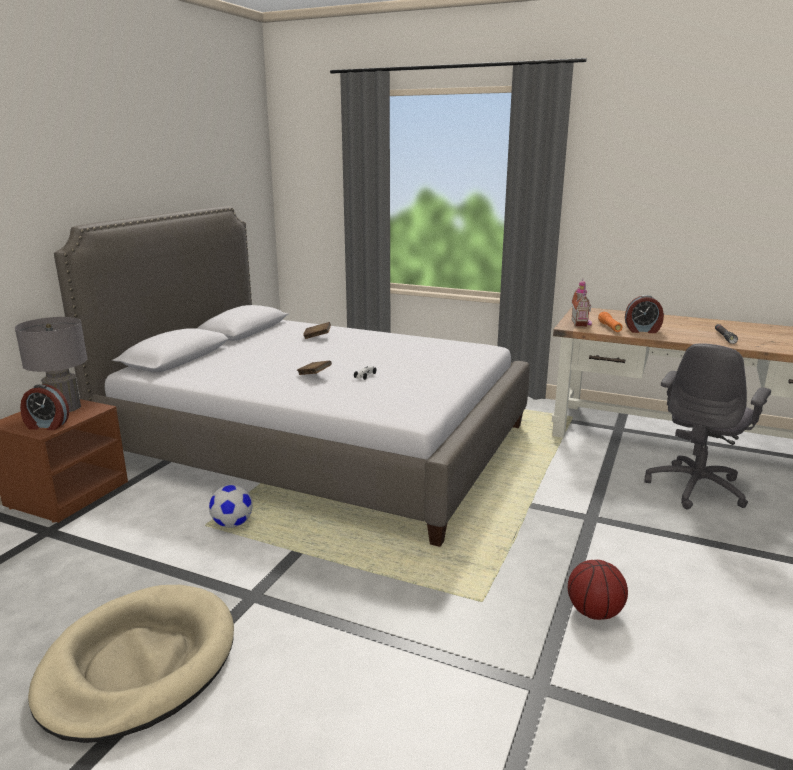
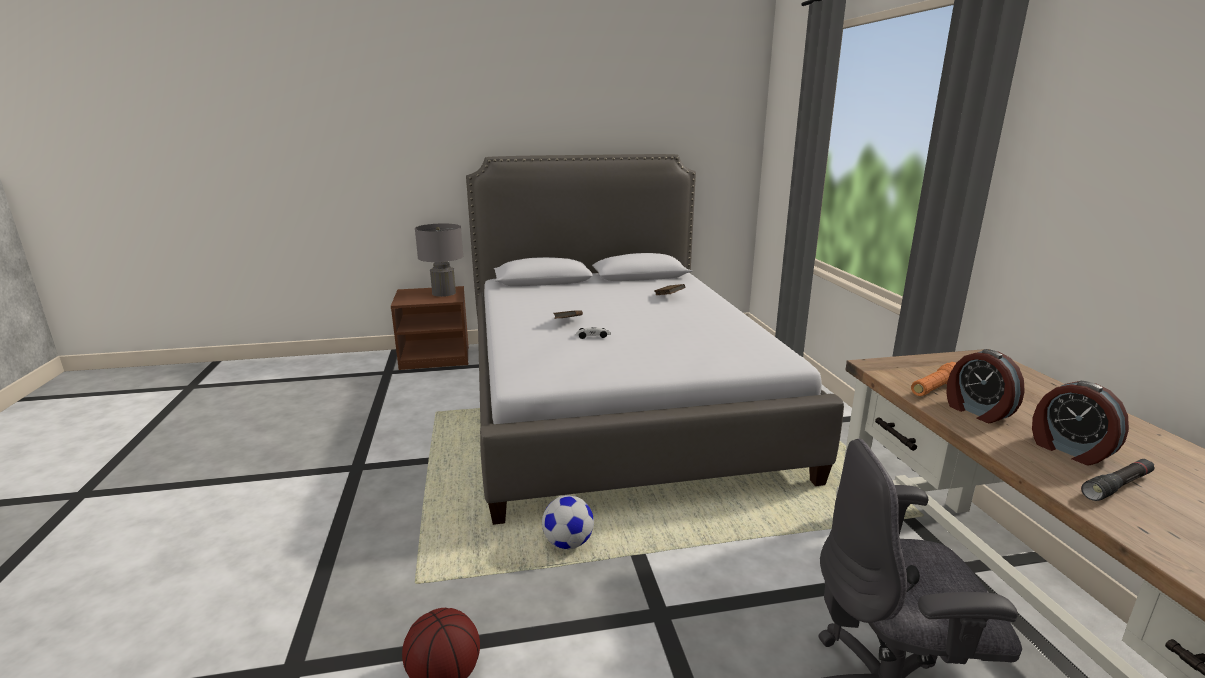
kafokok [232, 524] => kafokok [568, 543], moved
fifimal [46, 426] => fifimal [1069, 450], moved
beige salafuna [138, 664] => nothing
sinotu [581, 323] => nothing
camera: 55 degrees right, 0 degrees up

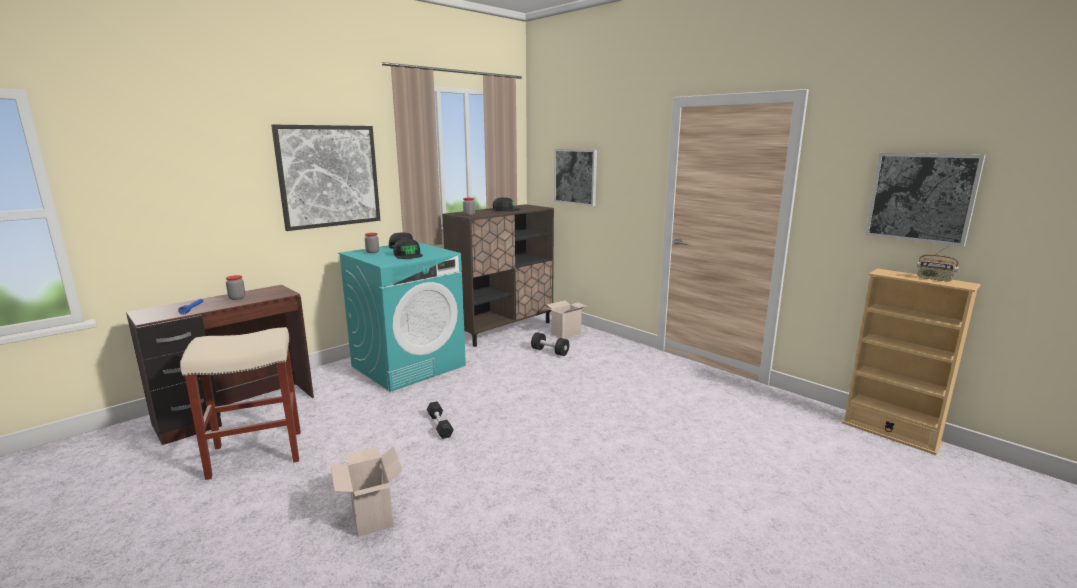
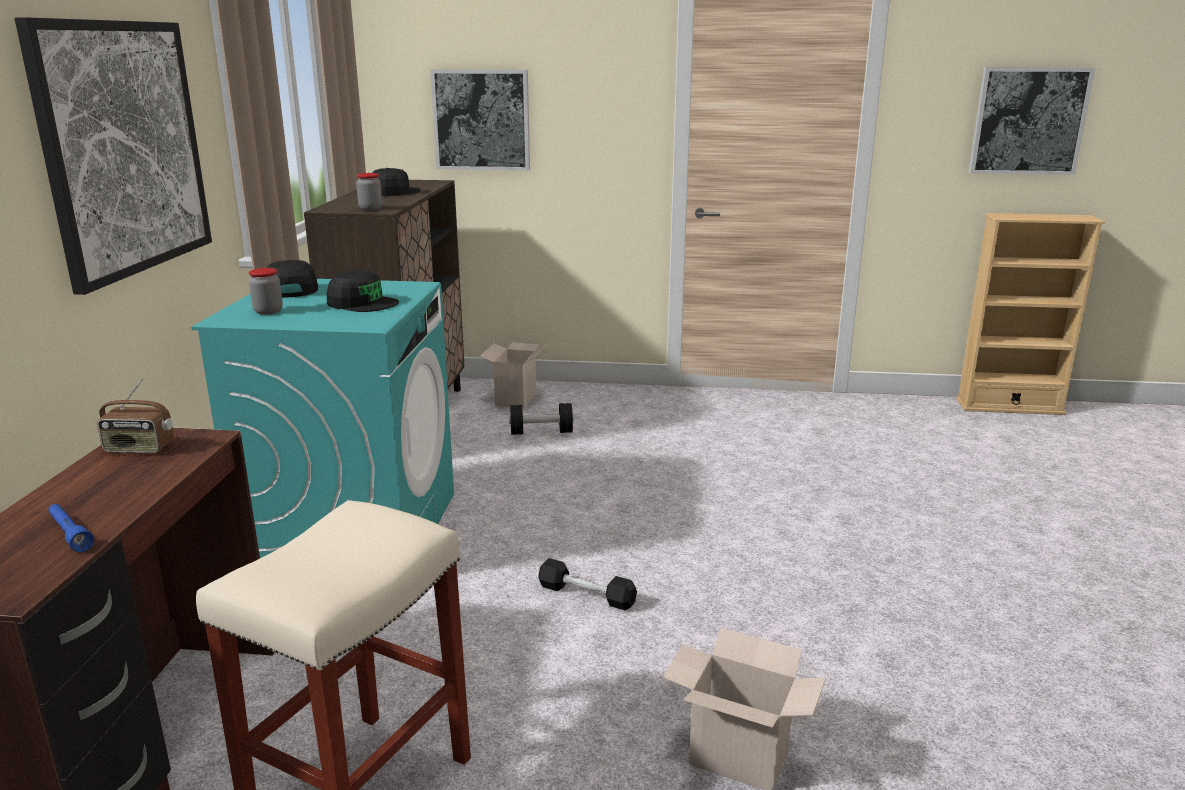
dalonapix [934, 279] => dalonapix [139, 449], moved
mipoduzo [237, 298] => nothing
camera: 40 degrees left, 5 degrees up

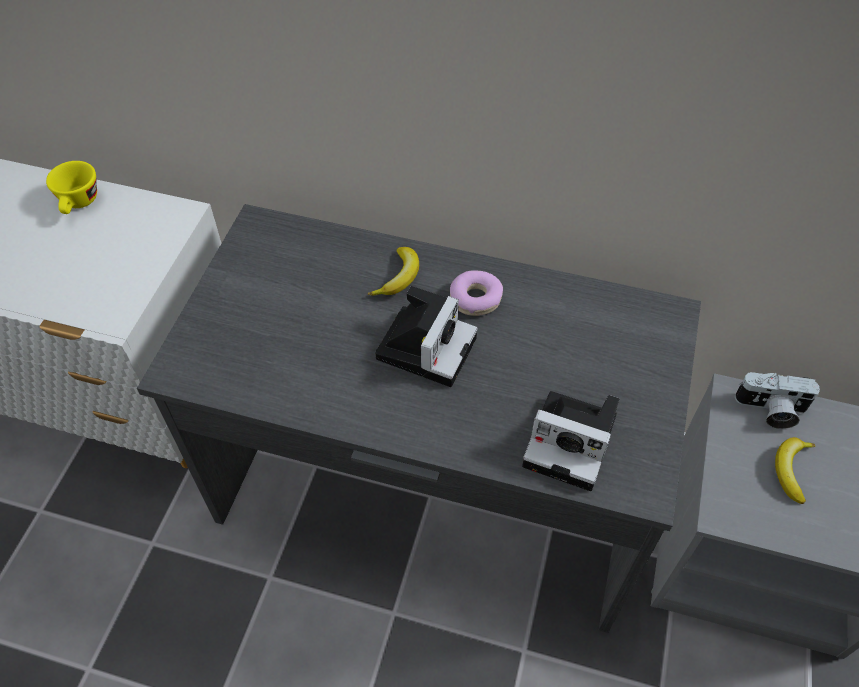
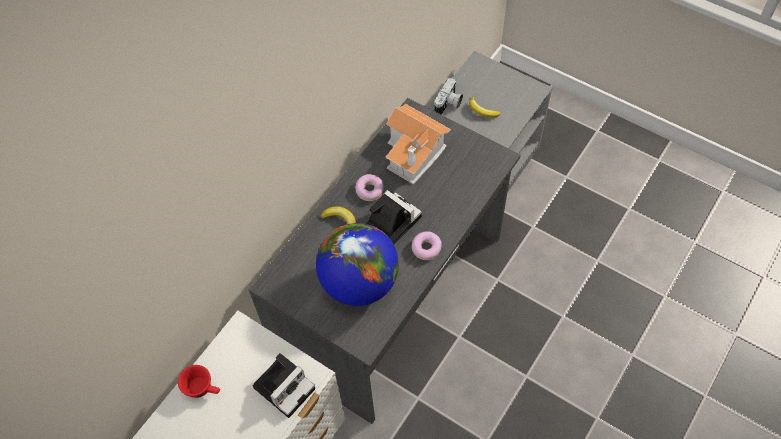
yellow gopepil [79, 203] => red gopepil [203, 388]
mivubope [573, 442] => mivubope [285, 386], moved
nothing => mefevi [359, 283]
nothing => sinotu [415, 154]
nothing => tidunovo [426, 248]
camera: 70 degrees left, 5 degrees up

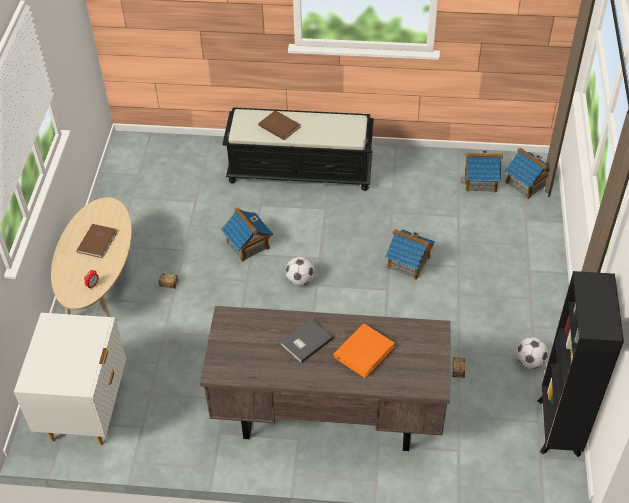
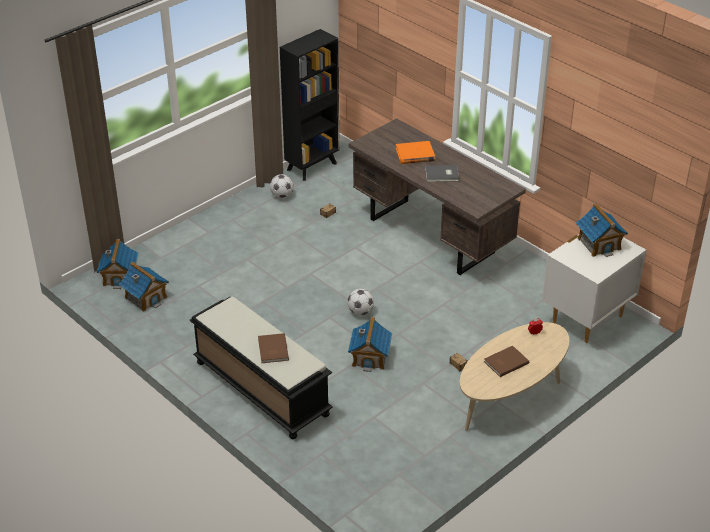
sinotu [408, 262] => sinotu [599, 244], moved
camera: 140 degrees left, 10 degrees down

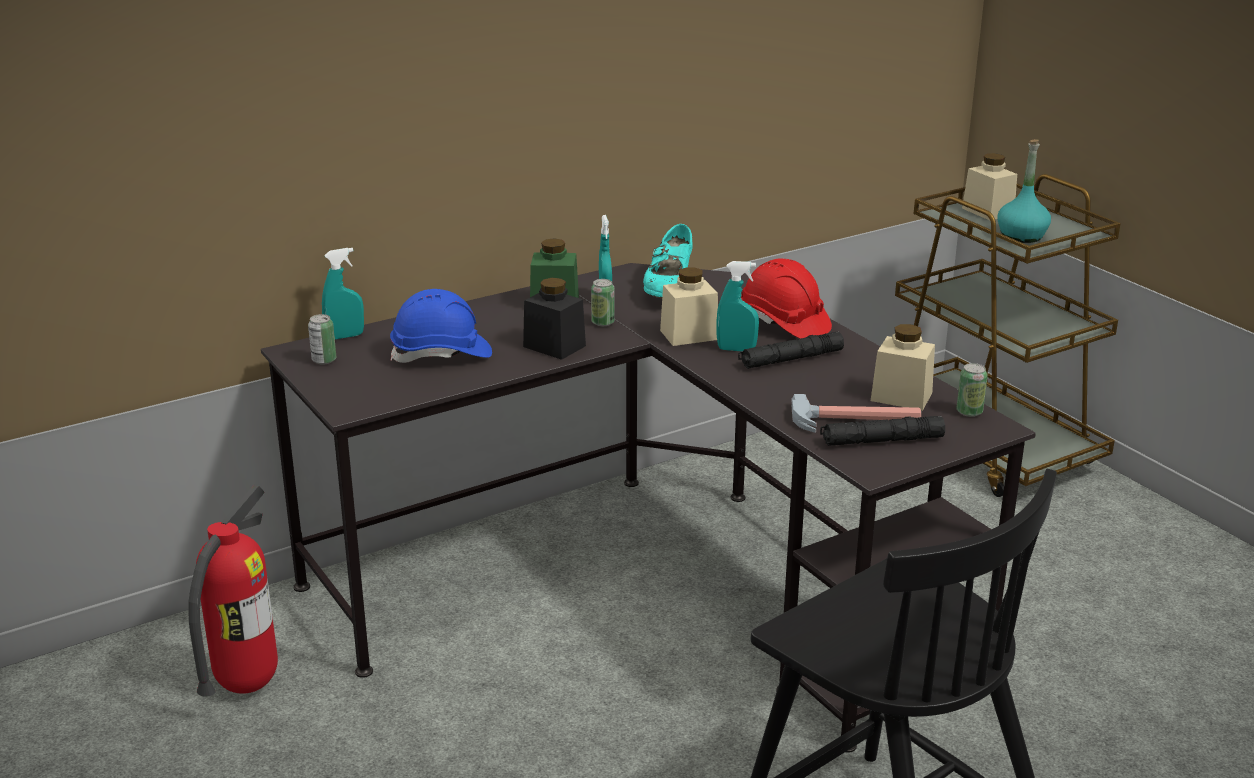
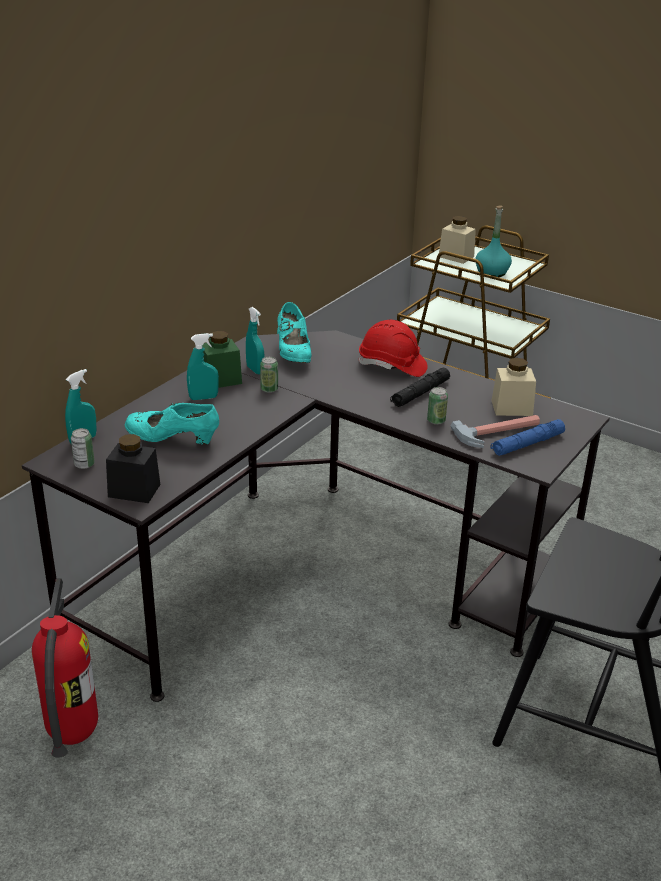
black mipoduzo [554, 346] => black mipoduzo [134, 490], moved
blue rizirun [442, 354] => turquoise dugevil [173, 440]
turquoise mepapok [736, 349] => turquoise mepapok [203, 398], moved
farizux [969, 412] => farizux [436, 421], moved
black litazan [881, 441] => blue litazan [527, 444]
beige mipoduzo [689, 335] => nothing
camera: 25 degrees left, 5 degrees up

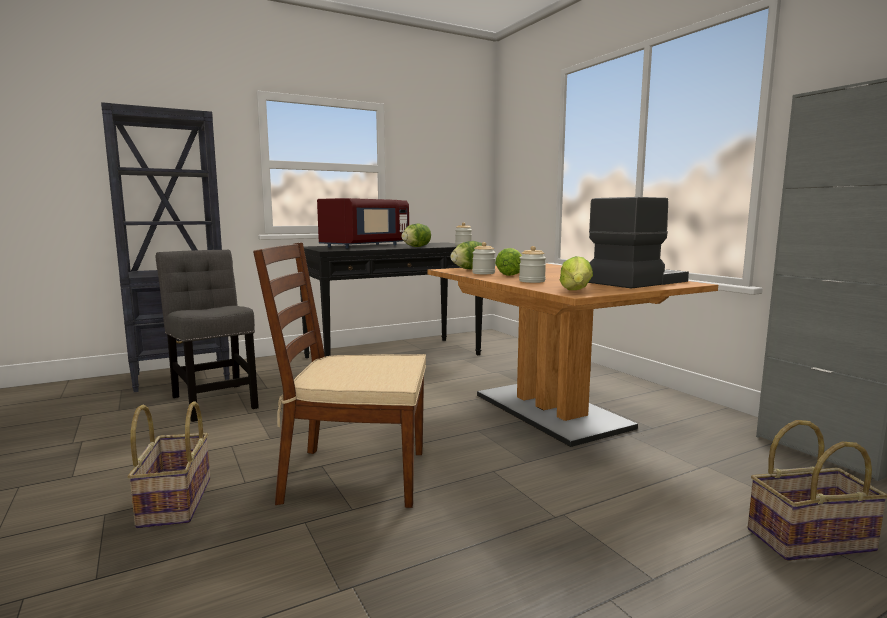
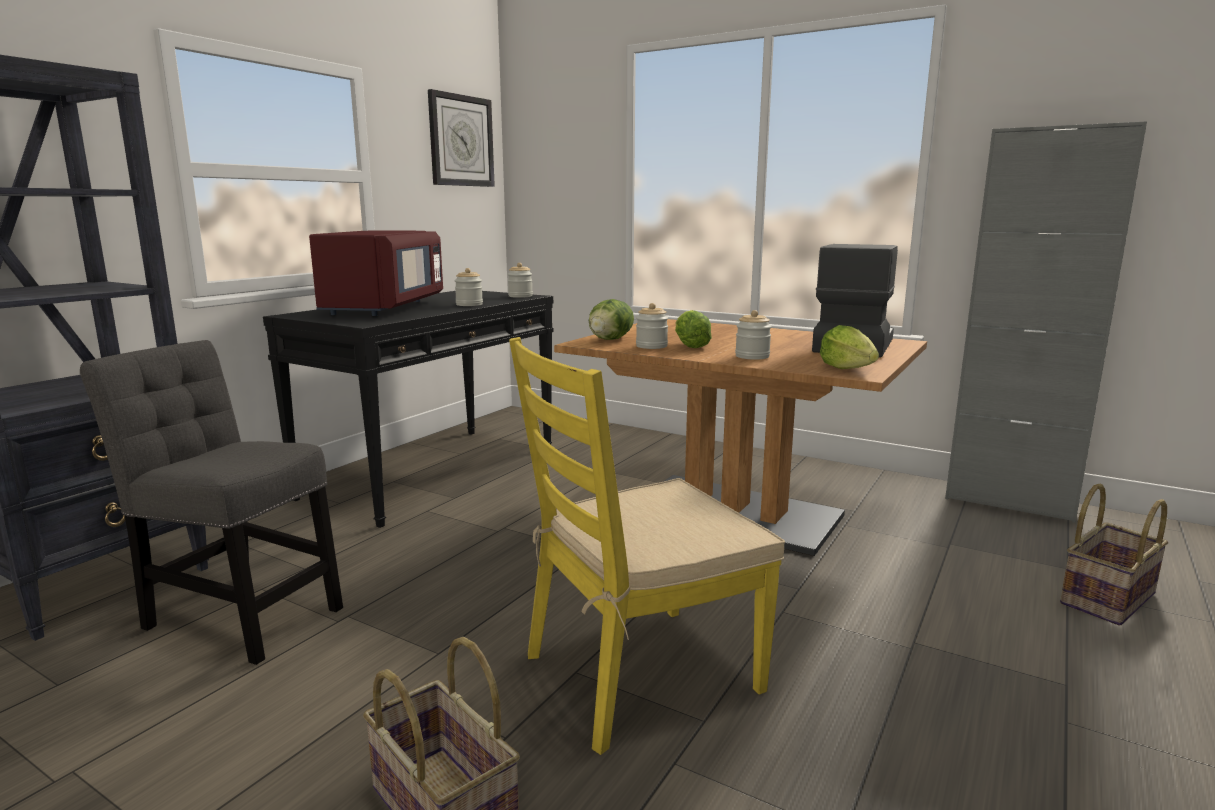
nothing => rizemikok [461, 141]
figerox [416, 247] => mipoduzo [469, 304]
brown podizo [353, 476] => yellow podizo [639, 673]
camera: 30 degrees left, 5 degrees up

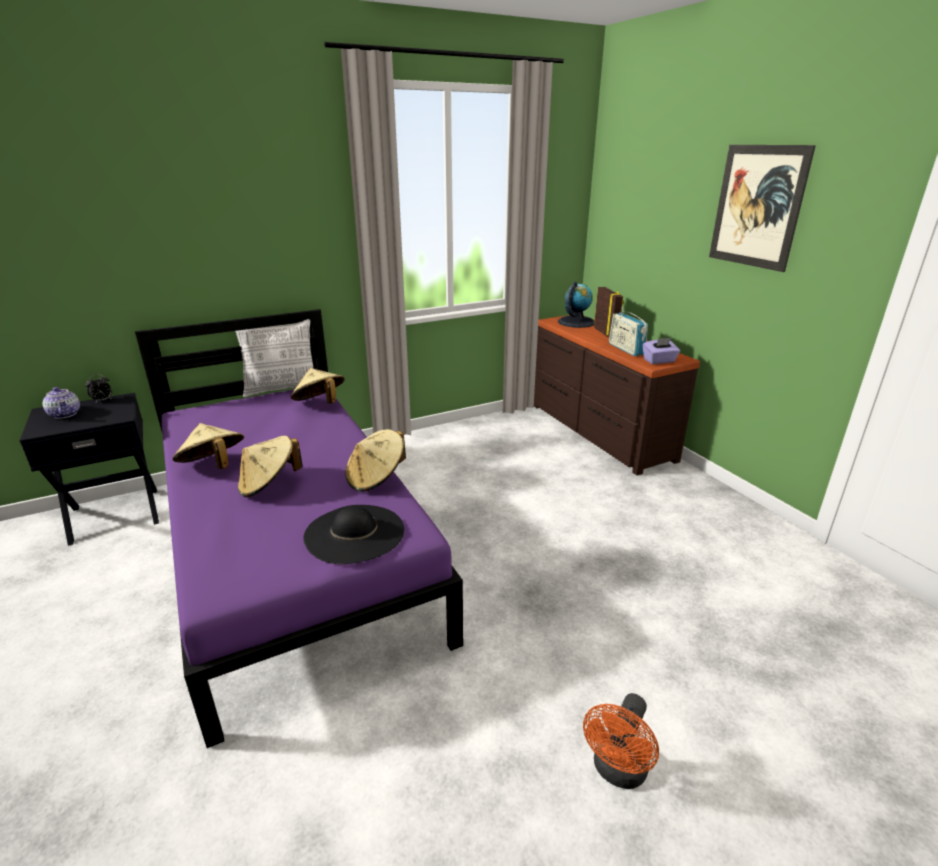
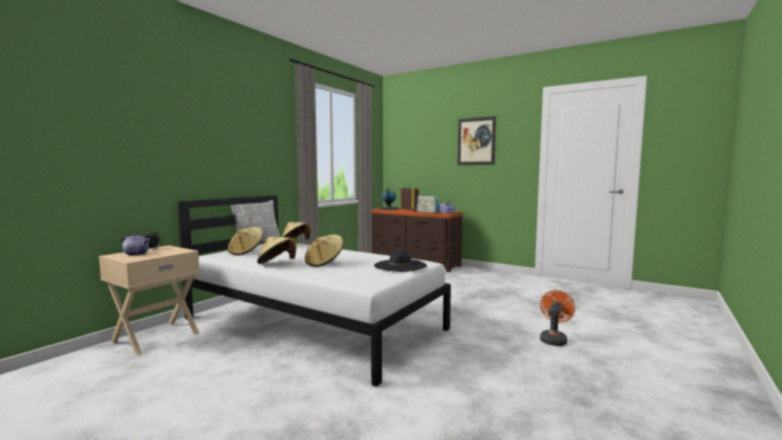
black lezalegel [115, 514] => beige lezalegel [155, 337]
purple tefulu [293, 549] => white tefulu [313, 323]
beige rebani [376, 478] => beige rebani [246, 252], moved
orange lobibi [617, 771] => orange lobibi [554, 339], 150 degrees counterclockwise
camera: 30 degrees left, 20 degrees down

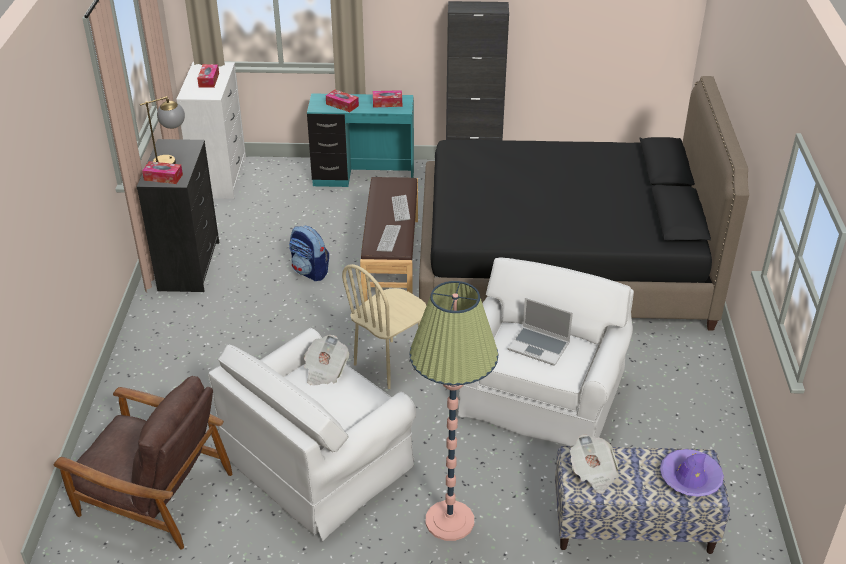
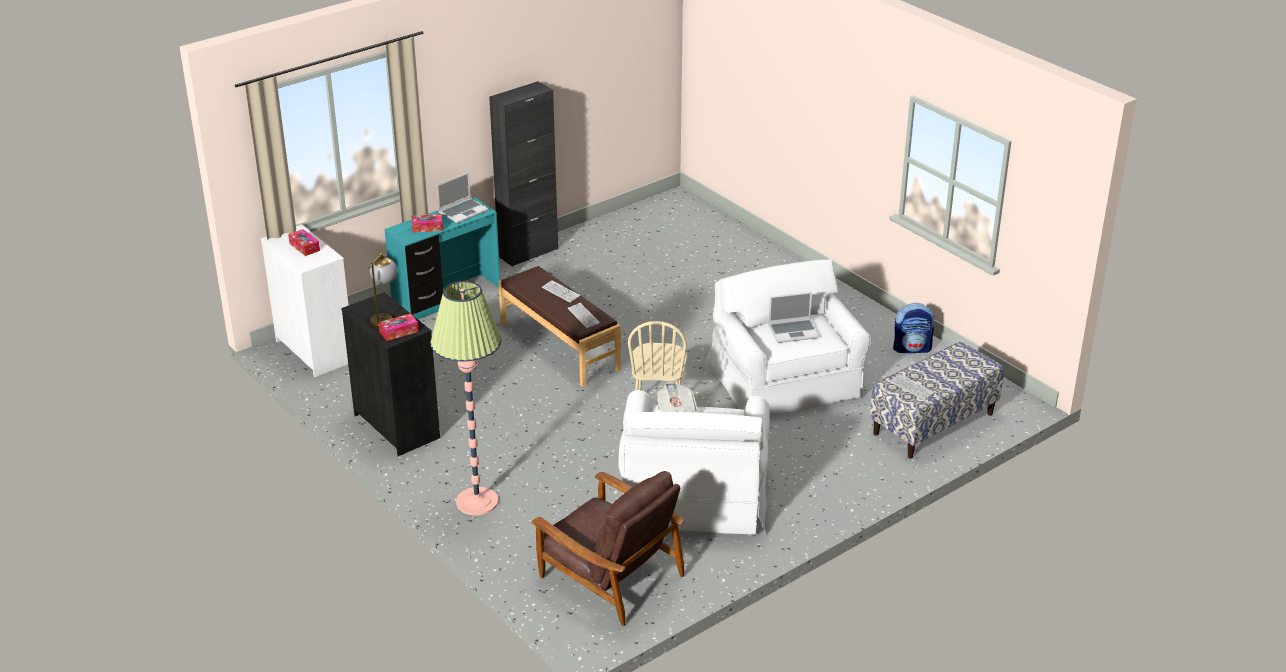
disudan [449, 521] => disudan [477, 502], moved
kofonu [387, 103] => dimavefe [463, 211]
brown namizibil [153, 494] => brown namizibil [609, 575], 60 degrees clockwise
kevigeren [593, 473] => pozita [911, 388]
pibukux [310, 272] => pibukux [912, 348], moved
black tefulu [561, 264] => nothing
purple rebani [690, 478] => nothing
camera: 40 degrees left, 5 degrees down

